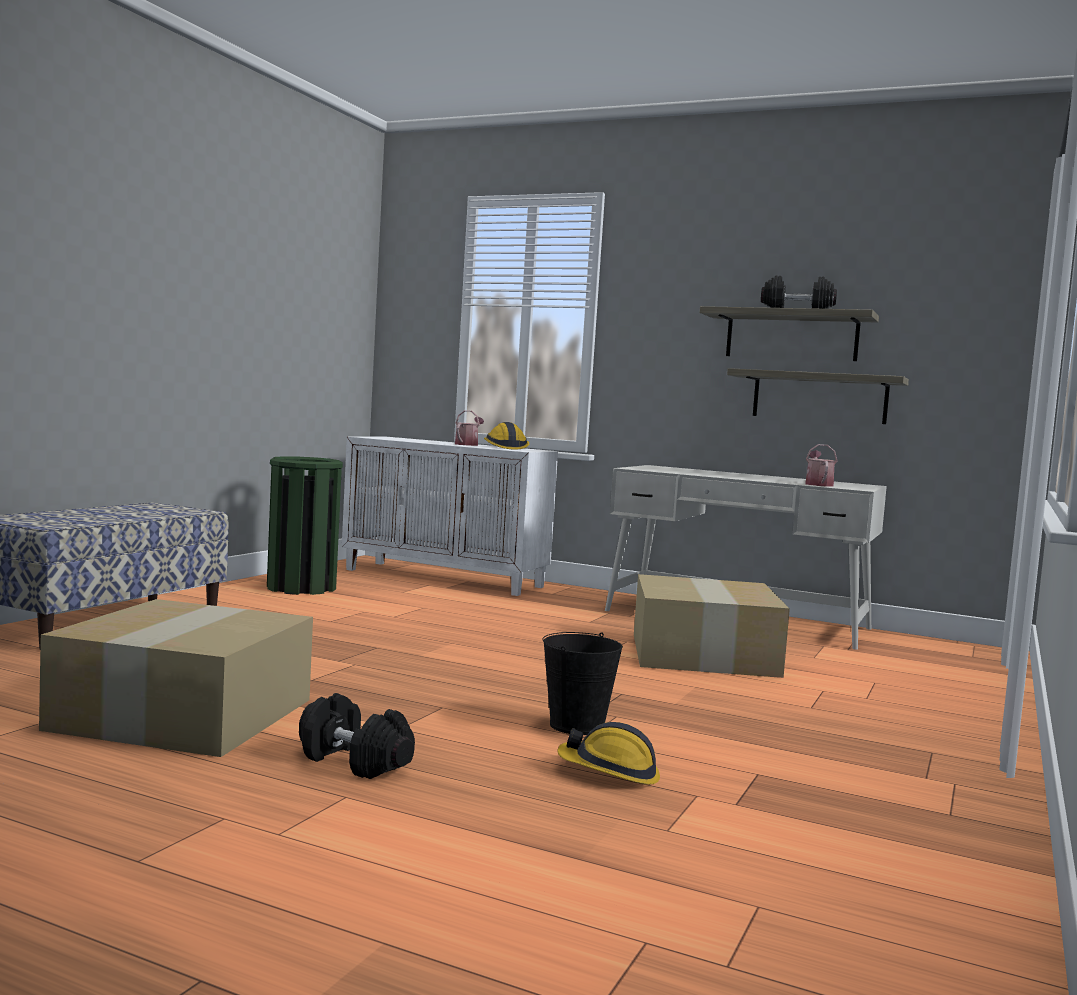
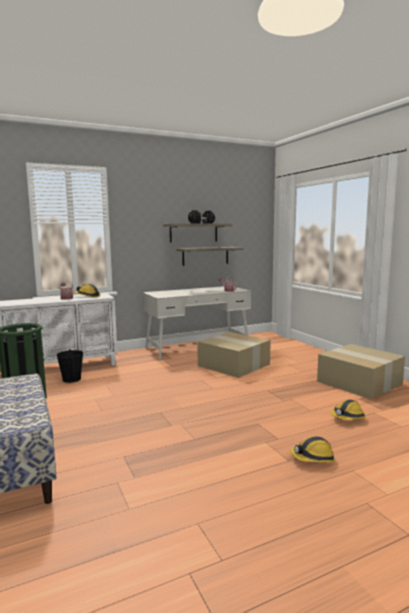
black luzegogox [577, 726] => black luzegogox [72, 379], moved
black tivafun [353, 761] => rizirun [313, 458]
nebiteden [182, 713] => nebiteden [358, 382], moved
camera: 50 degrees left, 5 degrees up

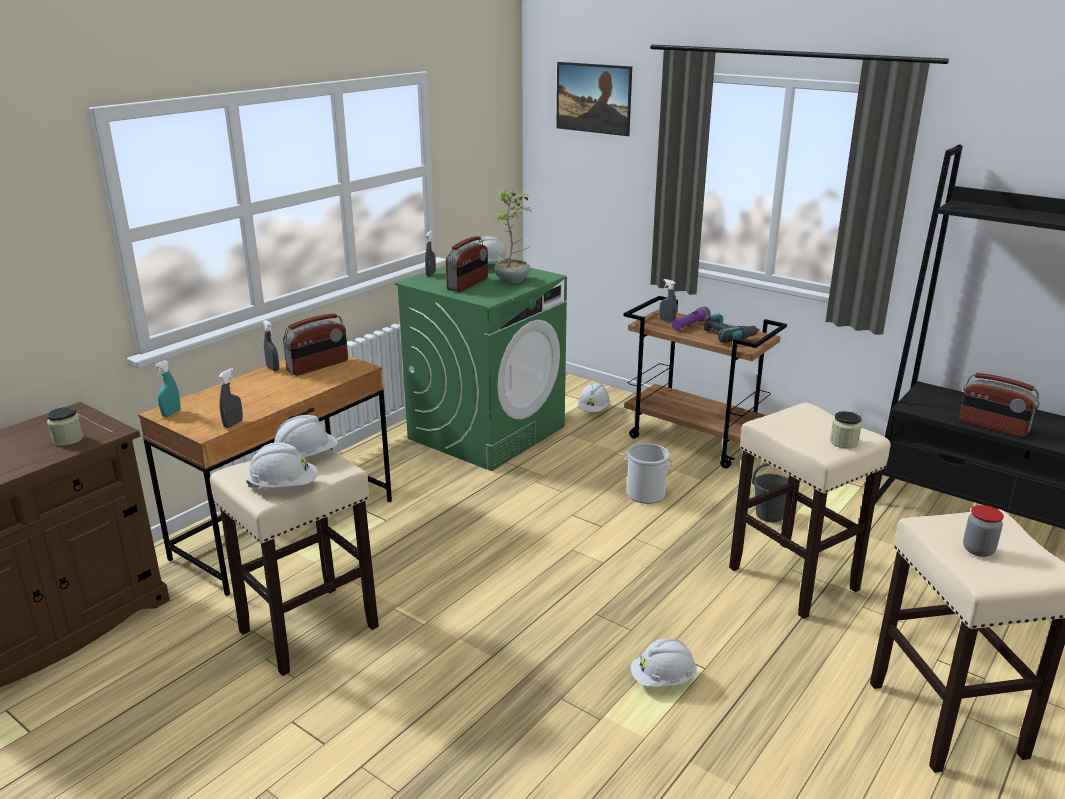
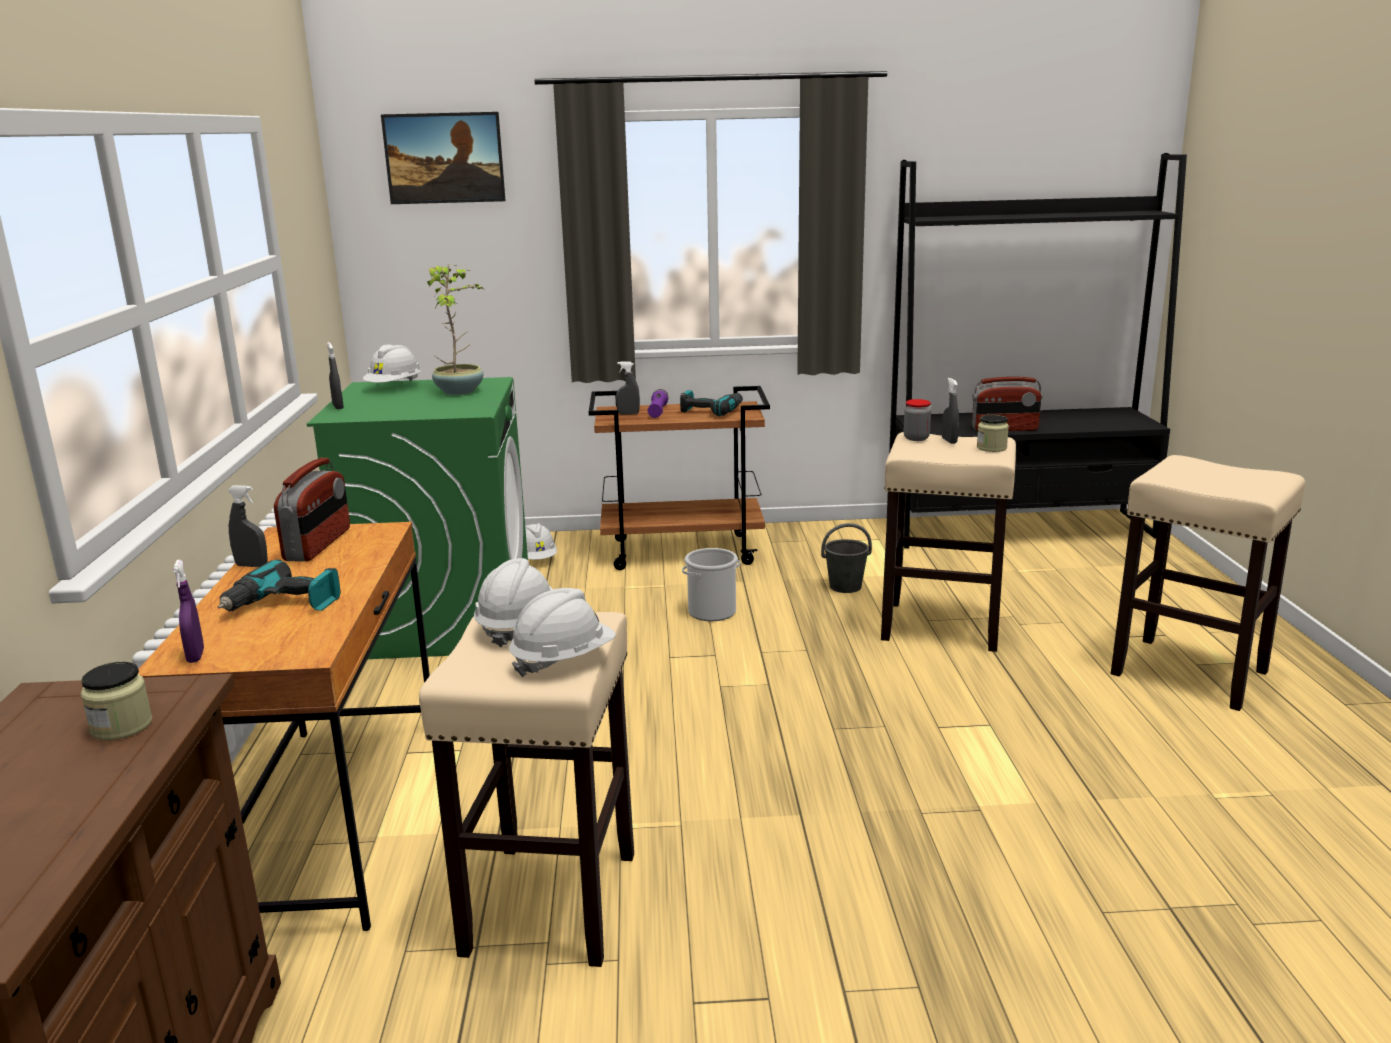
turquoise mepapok [171, 413] => purple mepapok [195, 656]
nothing => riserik [284, 605]
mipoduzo [978, 550] => mipoduzo [916, 438], moved
grey mepapok [233, 424] => grey mepapok [949, 441], moved
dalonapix [468, 284] => nothing
white rizirun [663, 679] => nothing
camera: 40 degrees left, 5 degrees down

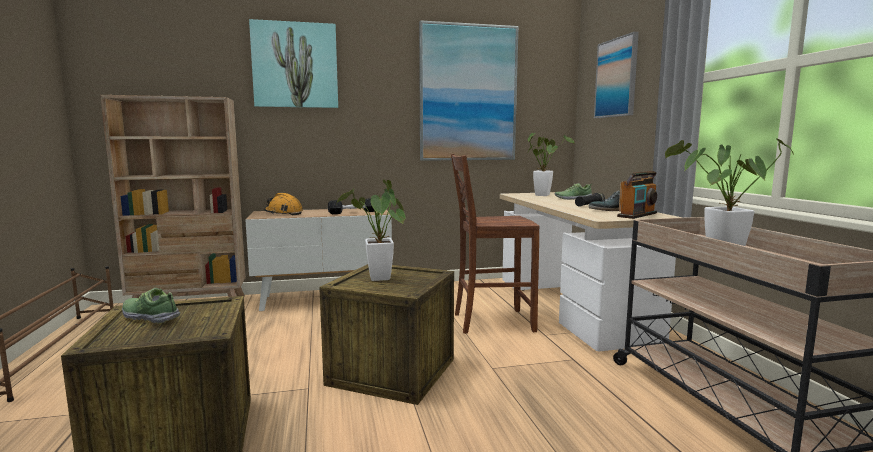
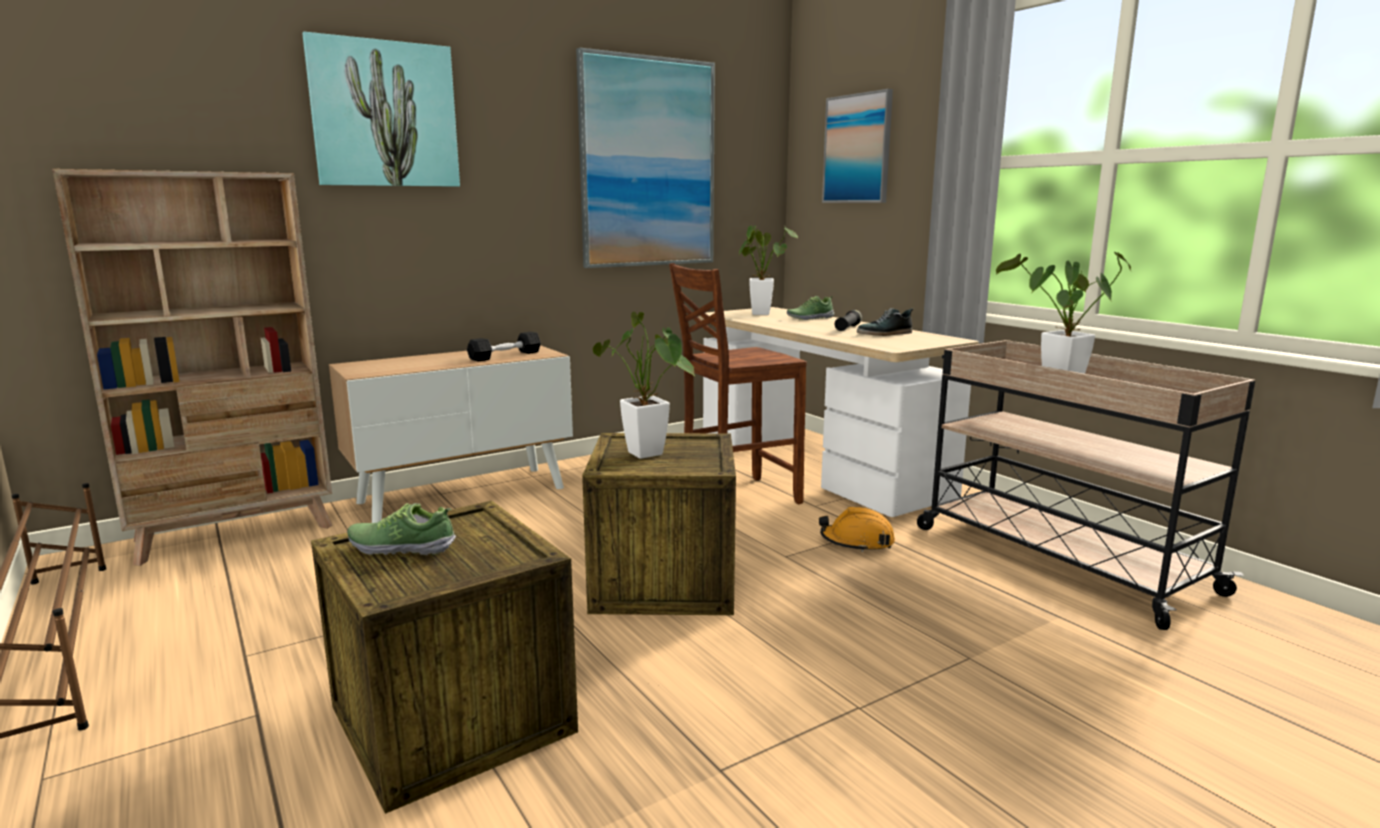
orange rizirun [283, 213] => orange rizirun [857, 542], moved
dalonapix [637, 215] => nothing
camera: 20 degrees left, 5 degrees up

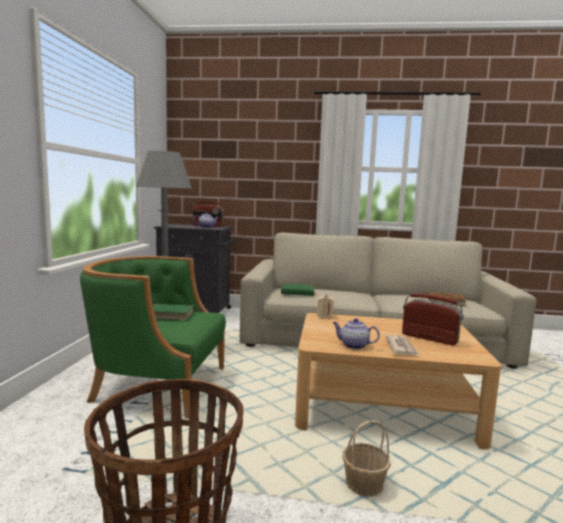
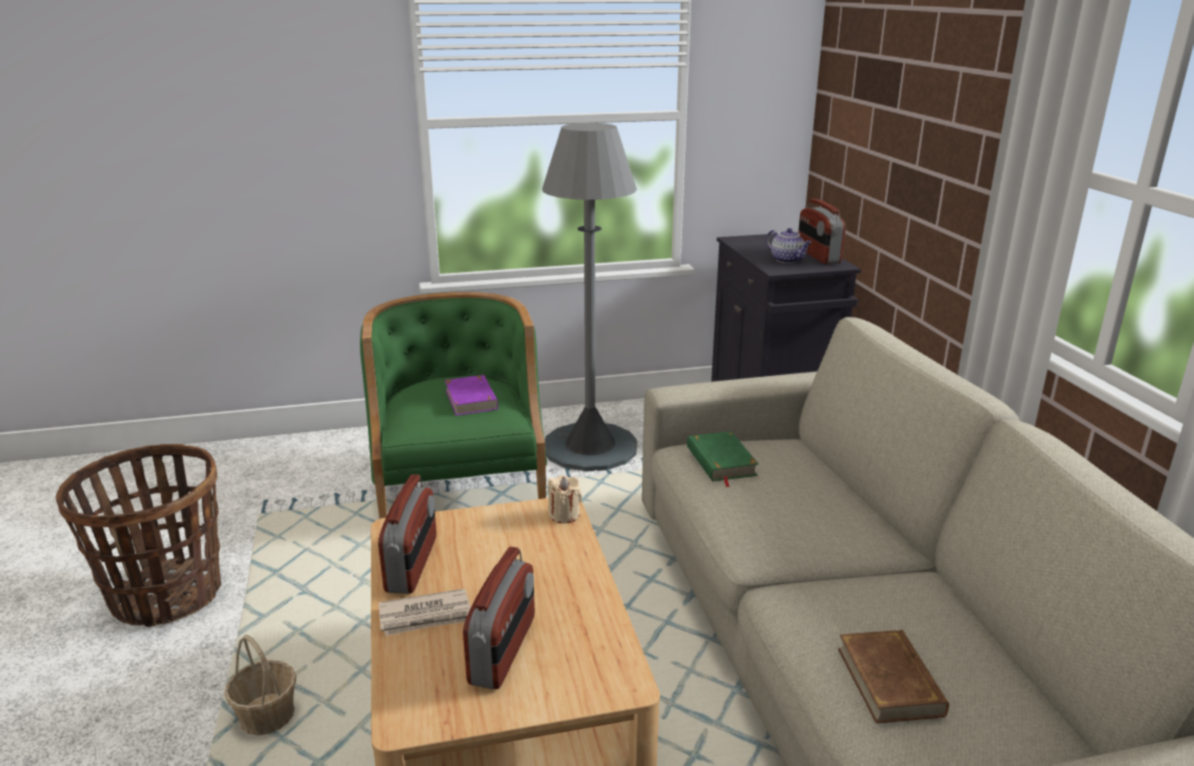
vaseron [353, 345] => dalonapix [412, 564]
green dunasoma [170, 315] => purple dunasoma [471, 399]
camera: 70 degrees right, 15 degrees up

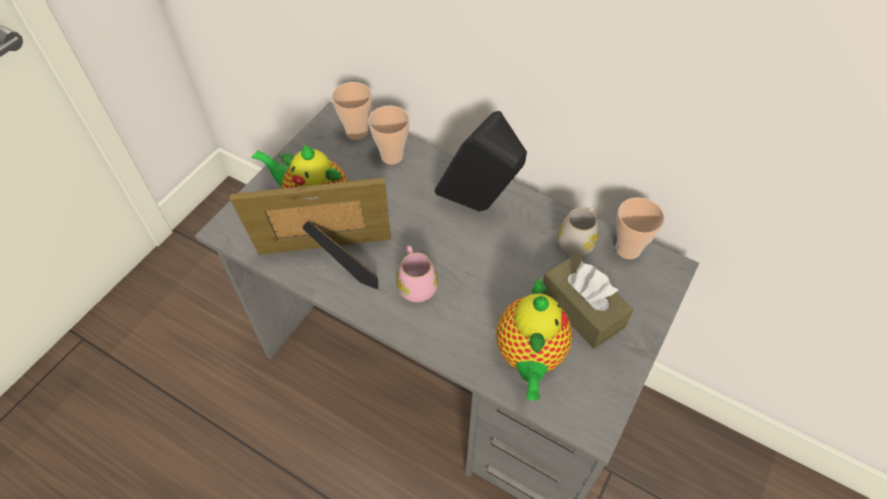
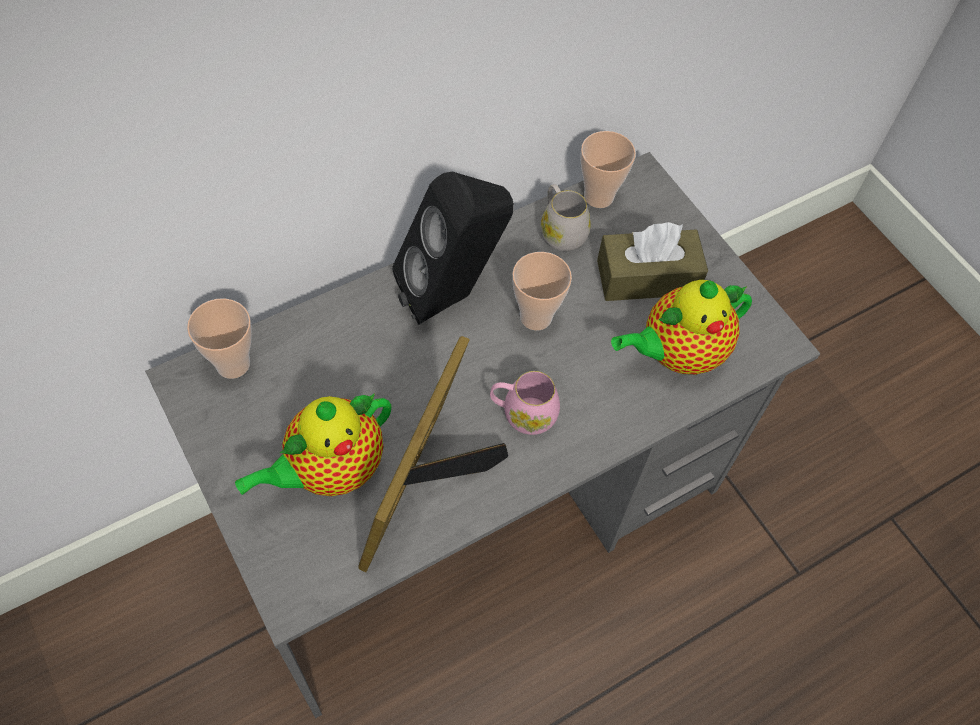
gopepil [392, 156] => gopepil [535, 317], moved
vaseron [529, 356] => vaseron [677, 354], 120 degrees clockwise
camera: 65 degrees left, 5 degrees up

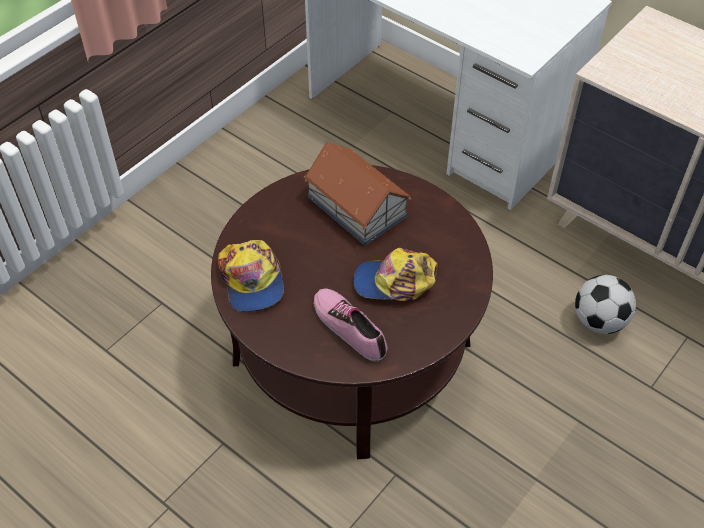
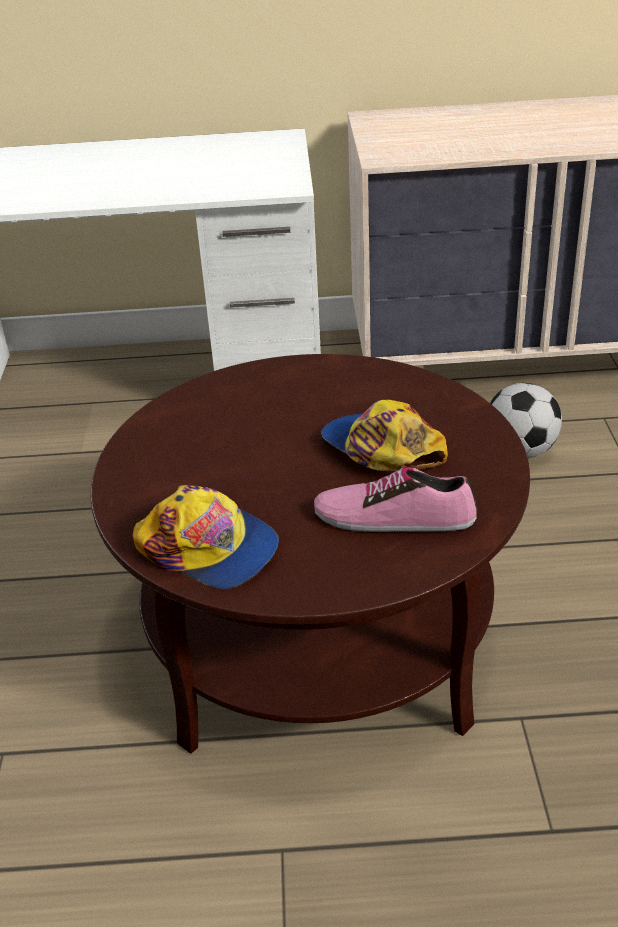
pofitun [395, 282] => pofitun [381, 449], 90 degrees clockwise
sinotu [356, 206] => nothing
camera: 40 degrees left, 15 degrees down

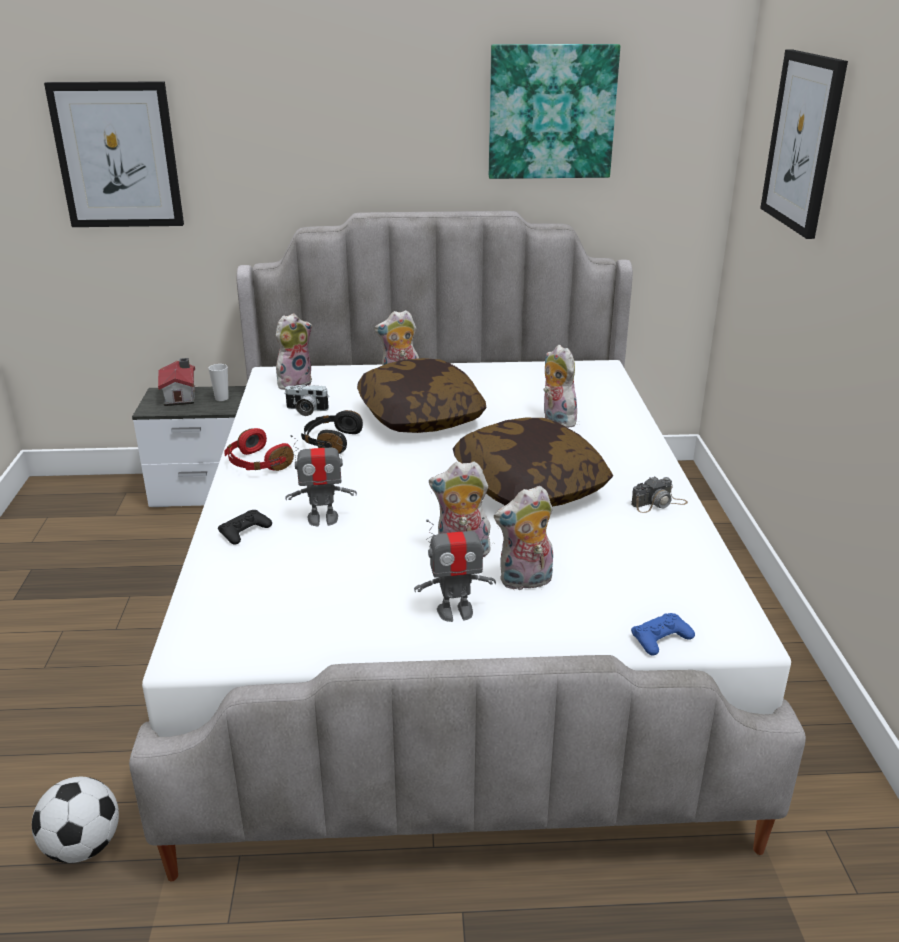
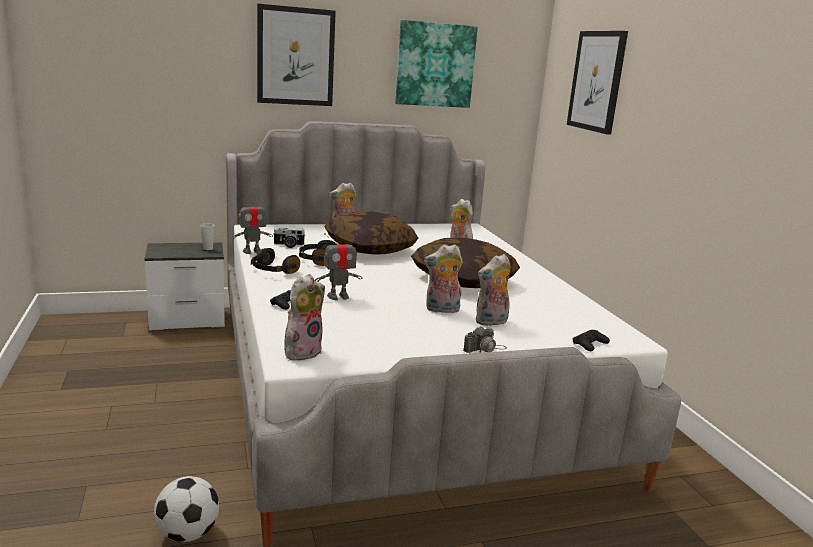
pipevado [455, 611] => pipevado [252, 251], moved
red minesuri [257, 464] => black minesuri [272, 271]
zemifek [117, 155] => zemifek [295, 56], moved
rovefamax [294, 383] => rovefamax [302, 351], moved
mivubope [659, 503] => mivubope [484, 349], moved
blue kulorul [661, 639] => black kulorul [590, 344]
sinotu [181, 396] => nothing
camera: 15 degrees left, 10 degrees down

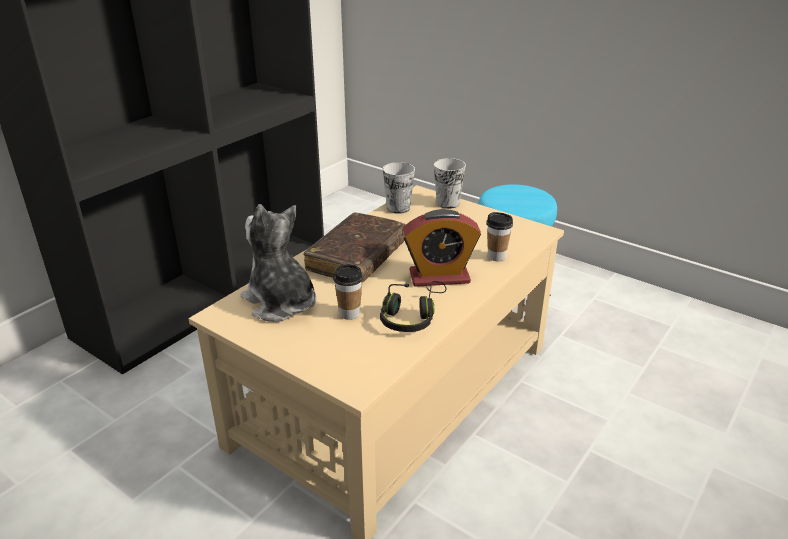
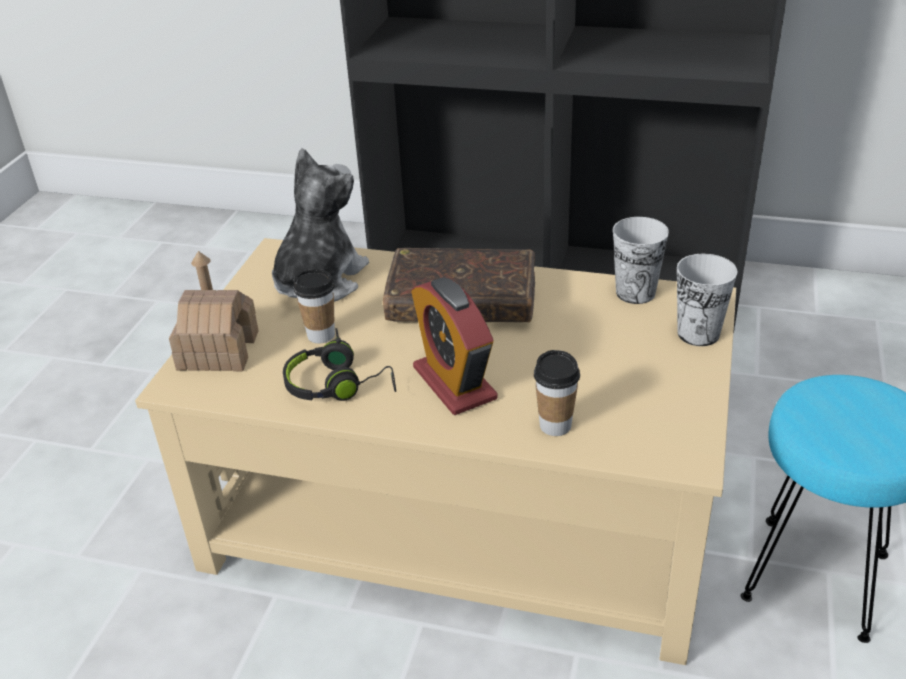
nothing => sinotu [218, 350]
camera: 70 degrees right, 5 degrees up

